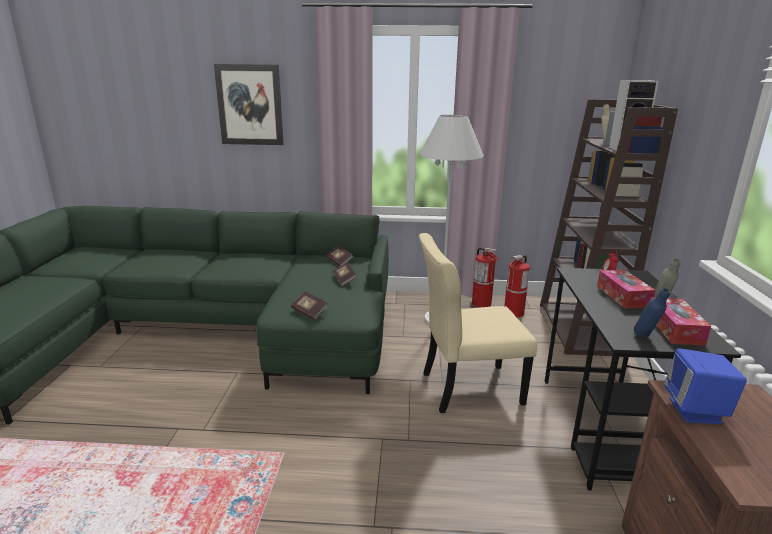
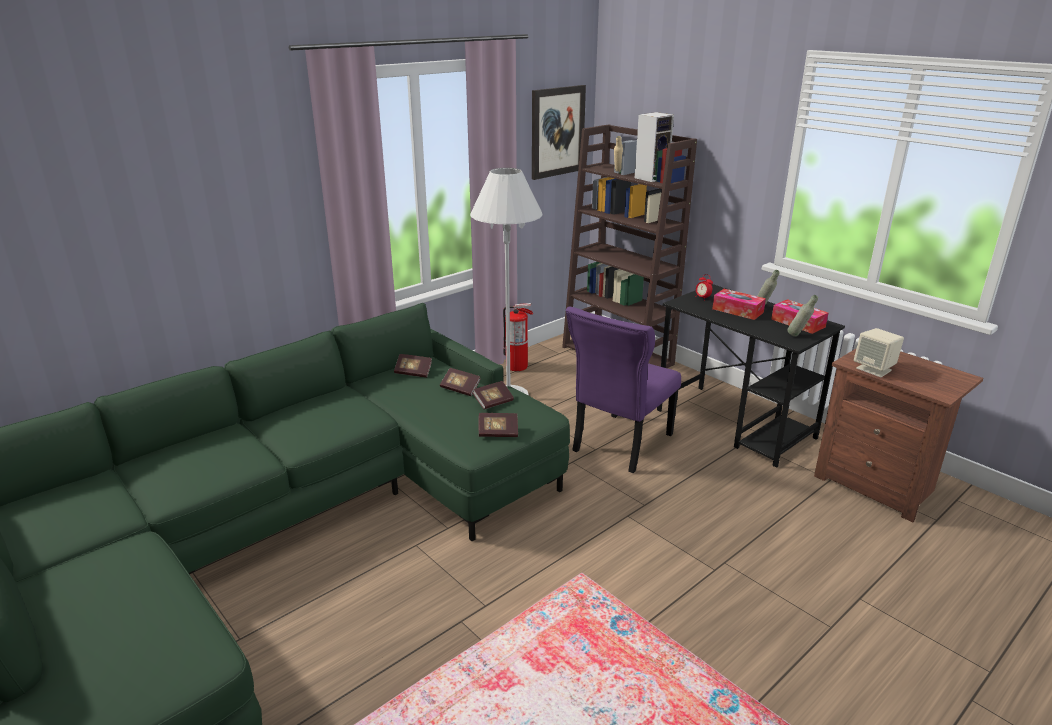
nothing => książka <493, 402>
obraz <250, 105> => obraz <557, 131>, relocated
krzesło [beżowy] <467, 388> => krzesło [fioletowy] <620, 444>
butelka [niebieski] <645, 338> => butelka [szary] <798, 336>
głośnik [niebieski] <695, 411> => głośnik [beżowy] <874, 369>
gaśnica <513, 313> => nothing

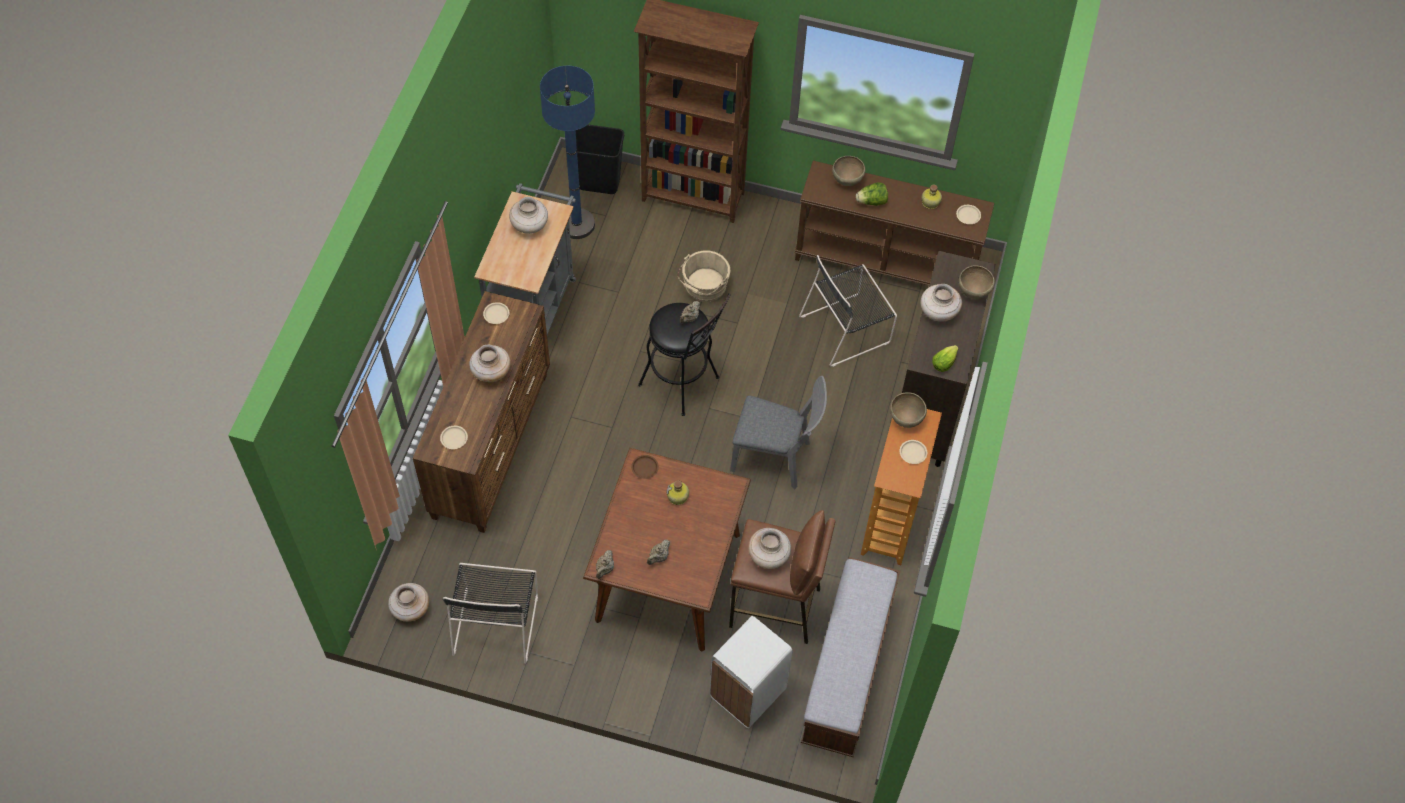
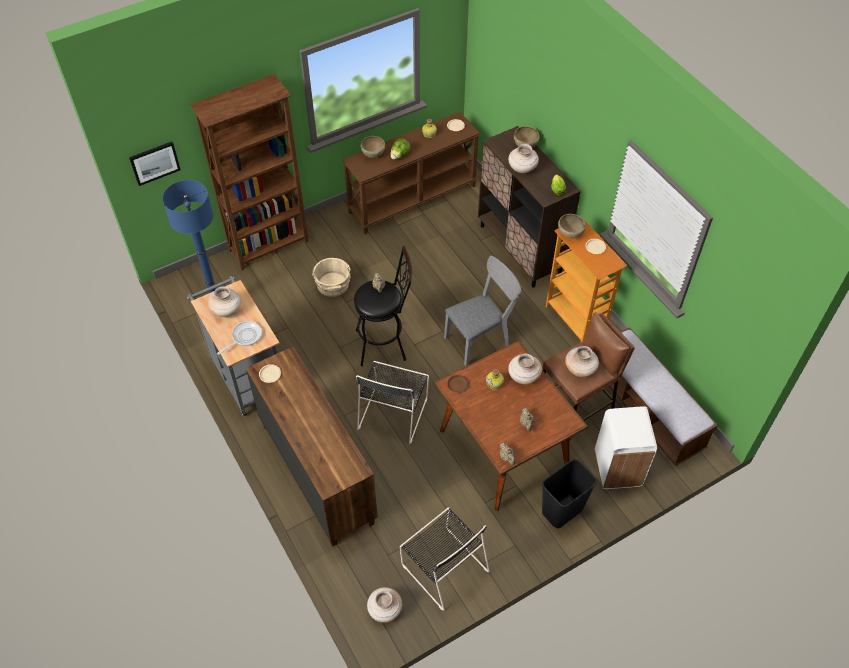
nothing => obraz <154, 162>
nothing => patelnia <244, 337>
krzesło [czarny] <847, 328> => krzesło [czarny] <393, 411>, relocated
wazon [beżowy] <491, 372> => wazon [beżowy] <523, 376>, relocated
kosz na śmieci [czarny] <598, 183> => kosz na śmieci [czarny] <562, 512>, relocated
talerz [beżowy] <454, 438> => nothing

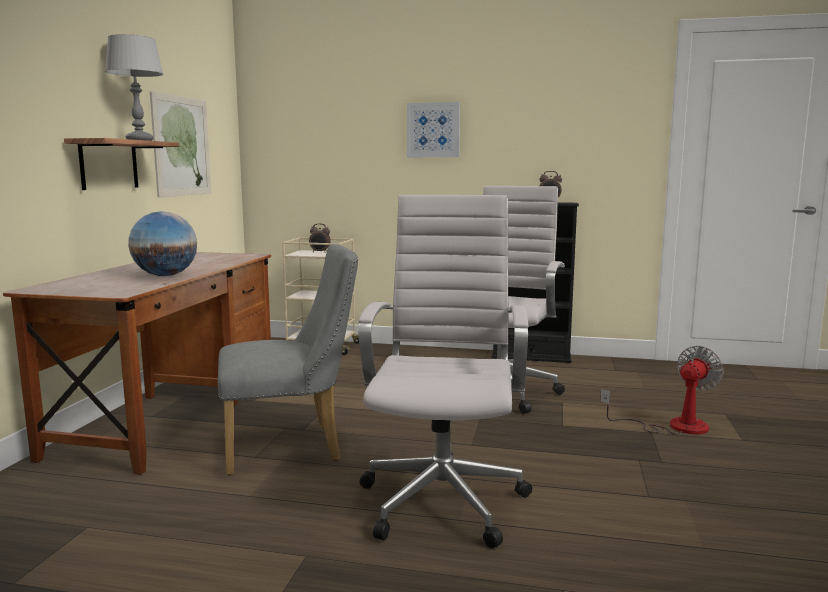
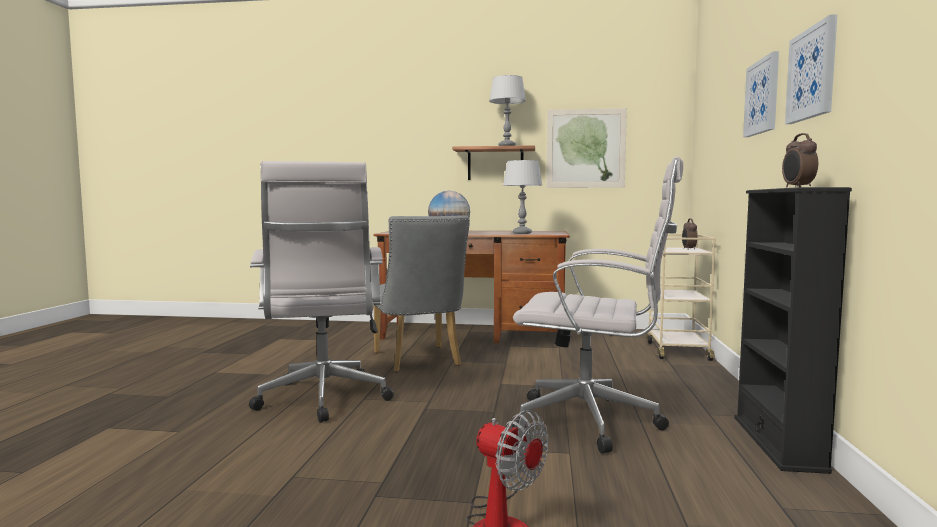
krzesło biurowe [biały] <443, 498> => krzesło biurowe [biały] <323, 400>, 75 degrees clockwise
nothing => lampa stołowa [szary] <522, 233>
nothing => obraz <812, 73>

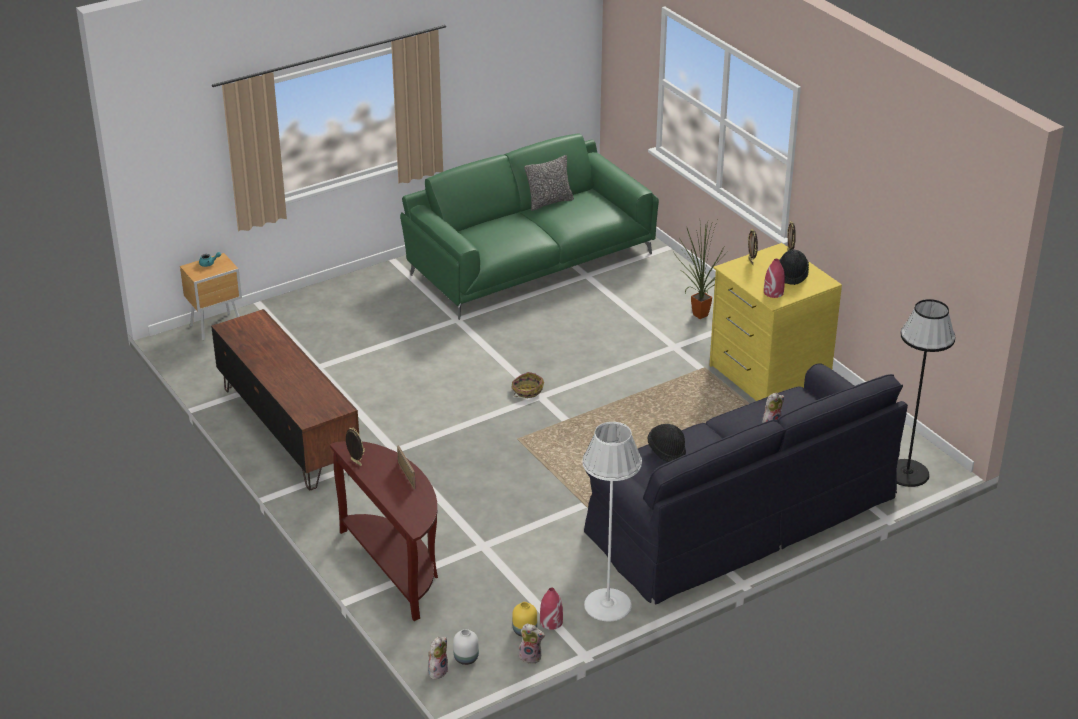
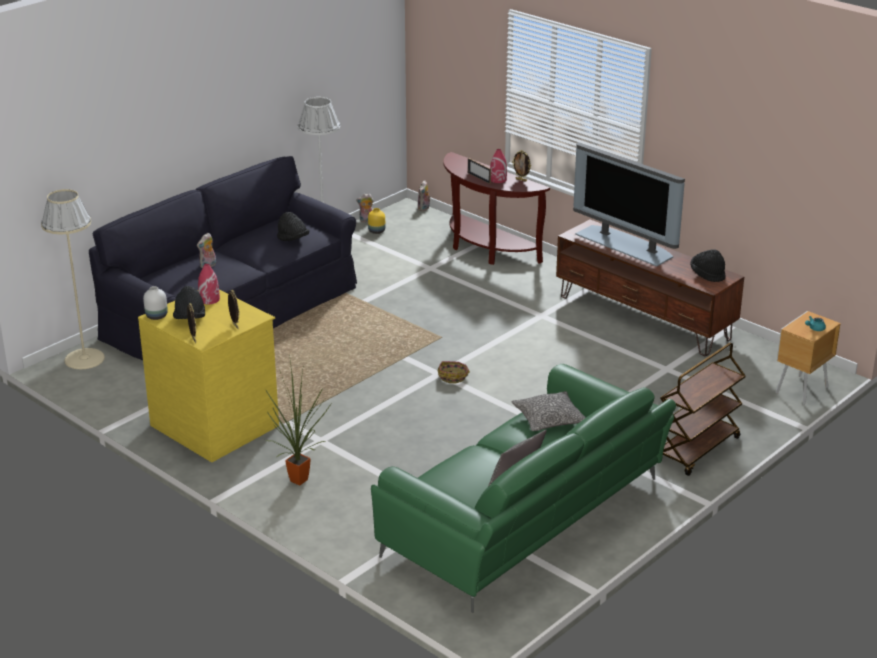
lampa stojąca [czarny] <907, 473> => lampa stojąca [beżowy] <84, 359>
wazon [biały] <466, 658> => wazon [biały] <157, 316>, relocated
wazon [czerwony] <551, 622> => wazon [czerwony] <498, 179>, relocated
nothing => poduszka <549, 419>
nothing => telewizor <625, 244>
nothing => wózek [brązowy] <697, 450>
nothing => kapelusz [czarny] <707, 275>

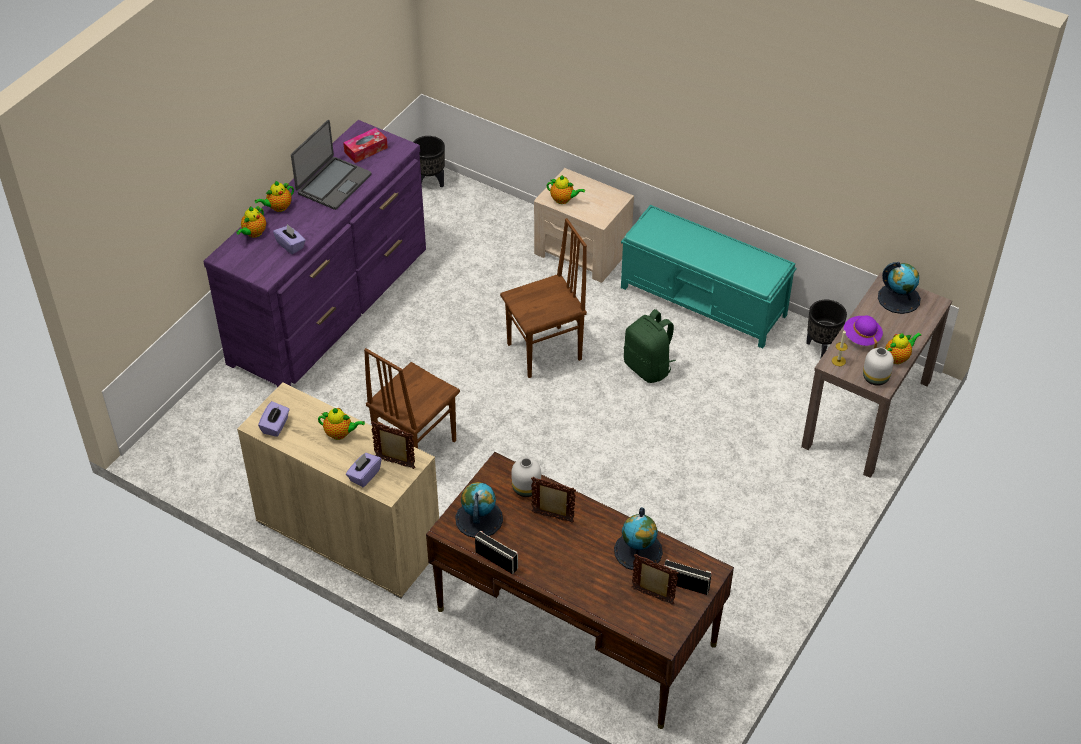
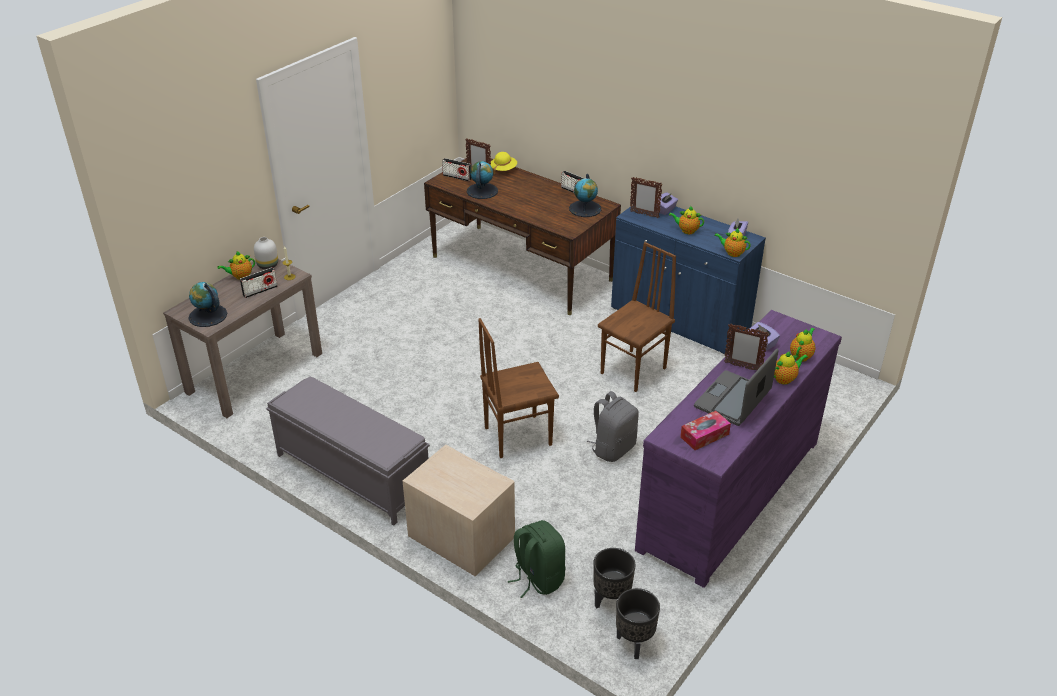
kapelusz [fioletowy] <861, 337> => radio <260, 291>
ławka [turkusowy] <704, 301> => ławka [szary] <351, 473>
nothing => kapelusz [żółty] <503, 169>
plecak [zielony] <648, 368> => plecak [zielony] <537, 578>, relocated
nothing => plecak [szary] <613, 448>
donica [czarny] <821, 348> => donica [czarny] <611, 601>, relocated
szafka [beżowy] <348, 536> => szafka [niebieski] <679, 320>
imbryk <563, 200> => imbryk <732, 253>, relocated
ramka na zdjęcie <553, 517> => ramka na zdjęcie <742, 367>, relocated
wazon [biały] <526, 488> => nothing

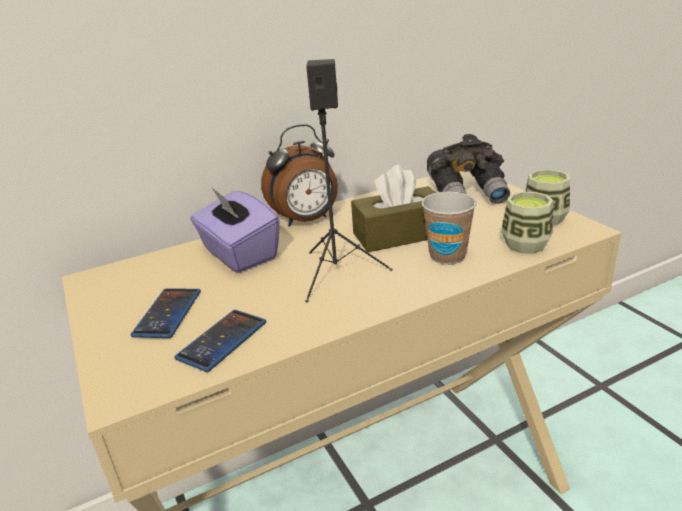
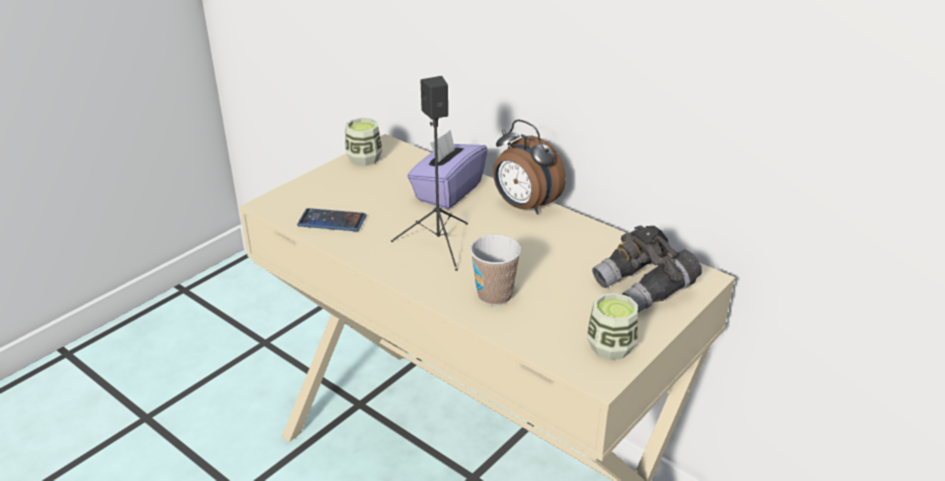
filiżanka <525, 244> => filiżanka <364, 158>, relocated
telefon <167, 313> => nothing
pudełko chusteczek [brązowy] <399, 234> => nothing

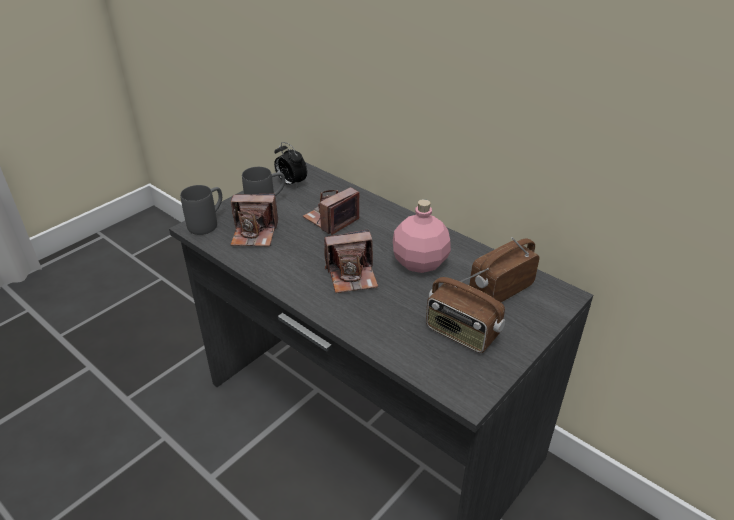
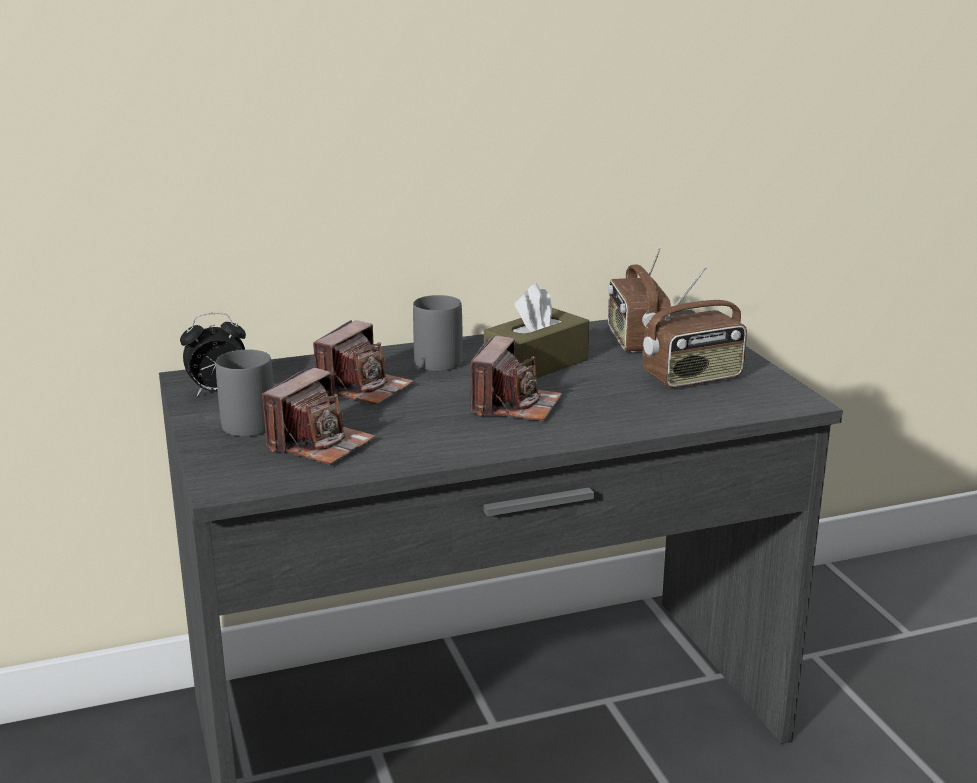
aparat fotograficzny <331, 220> => aparat fotograficzny <364, 388>, 135 degrees counterclockwise
kubek [szary] <208, 223> => kubek [szary] <434, 359>, relocated
butelka [różowy] <419, 263> => pudełko chusteczek [brązowy] <536, 365>

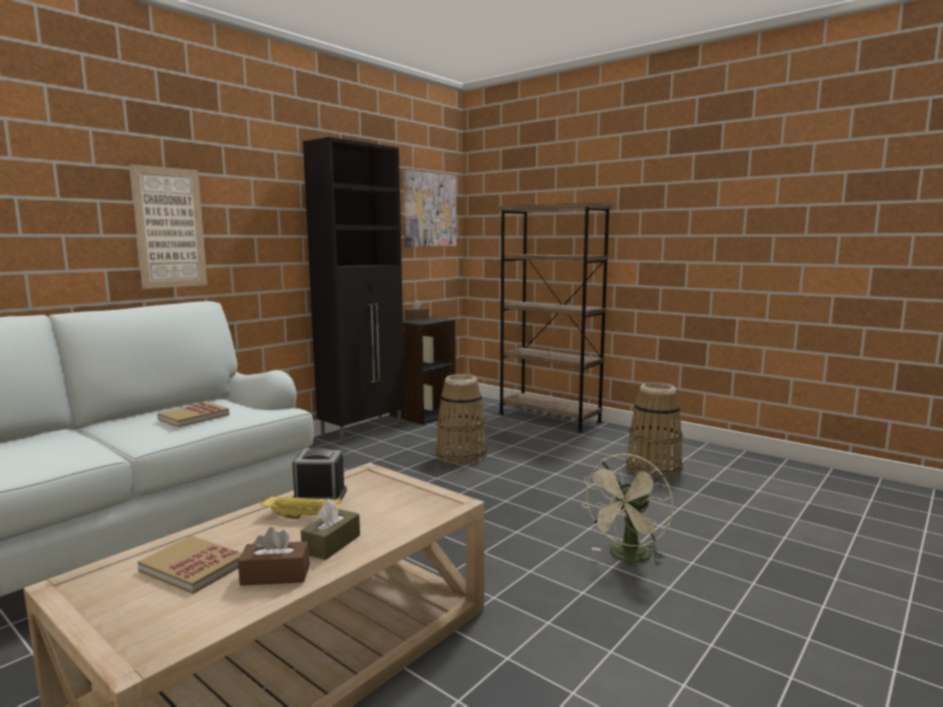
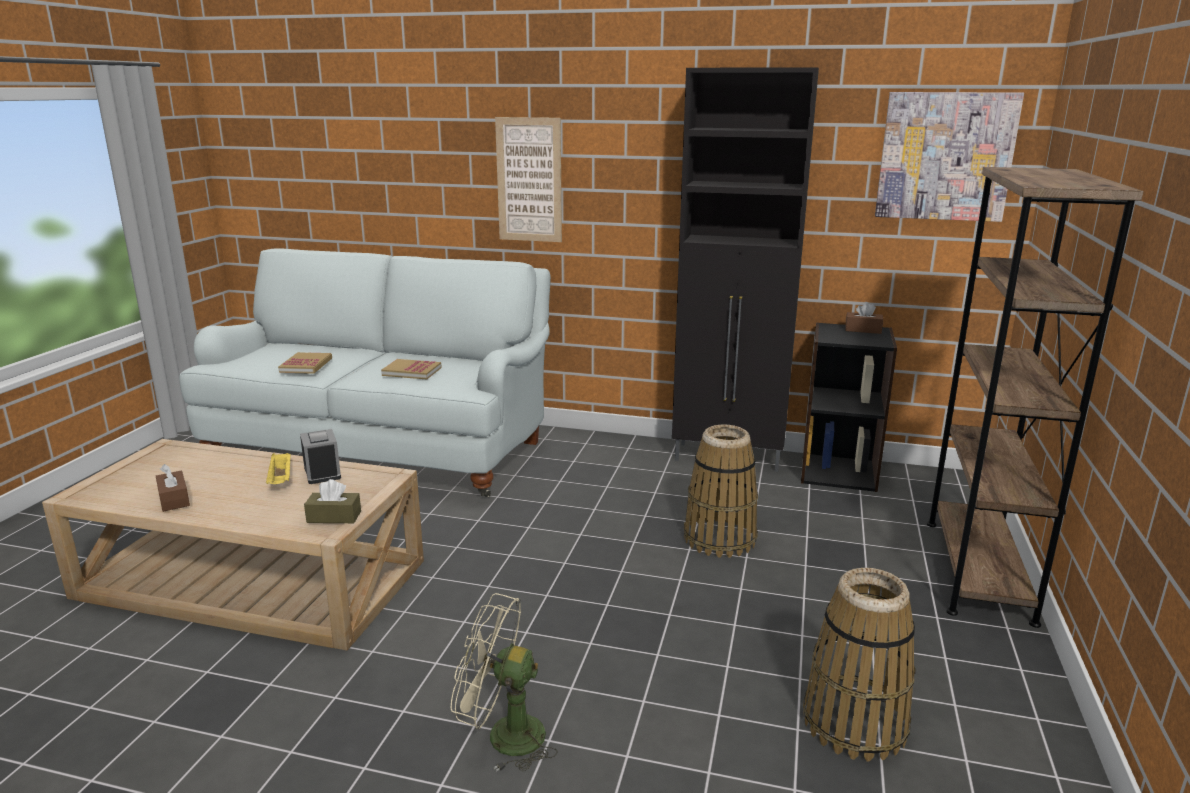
książka <193, 567> => książka <306, 365>, relocated
pudełko chusteczek [brązowy] <331, 544> => pudełko chusteczek [brązowy] <334, 517>, relocated

